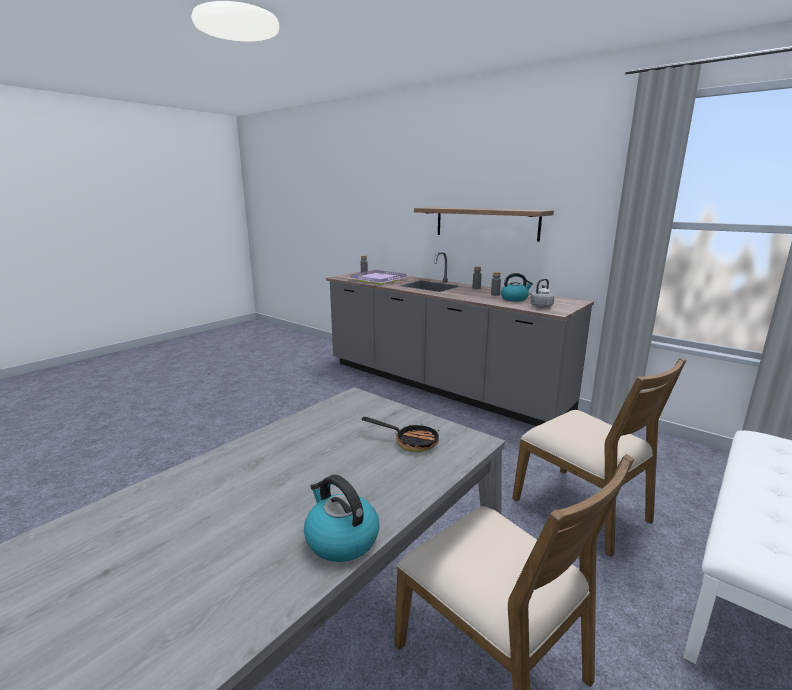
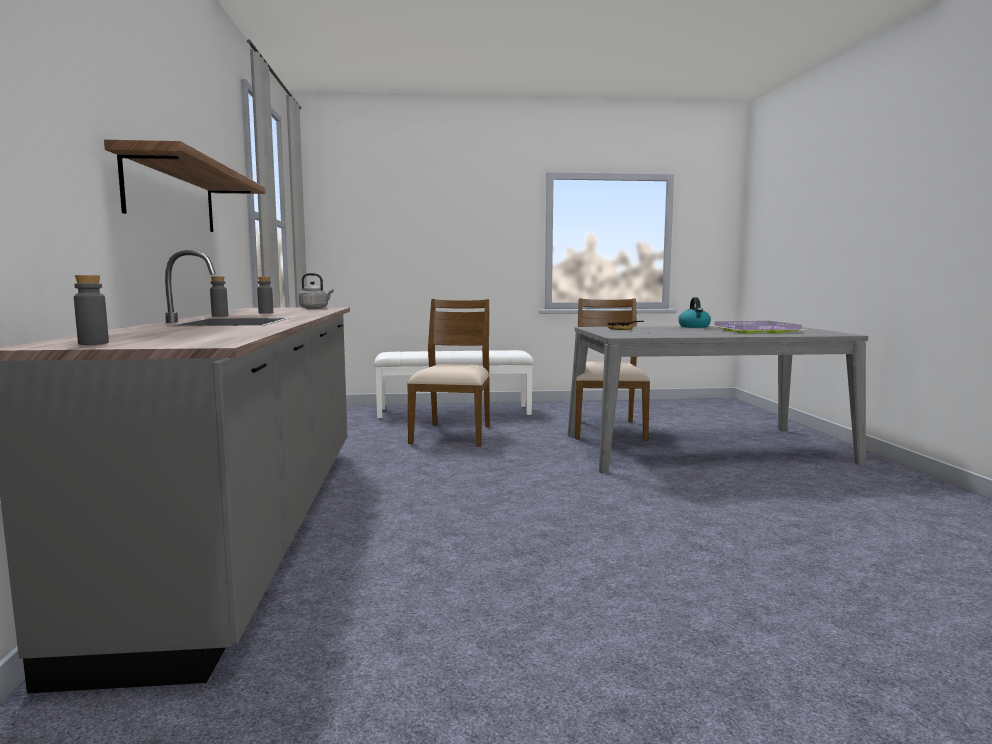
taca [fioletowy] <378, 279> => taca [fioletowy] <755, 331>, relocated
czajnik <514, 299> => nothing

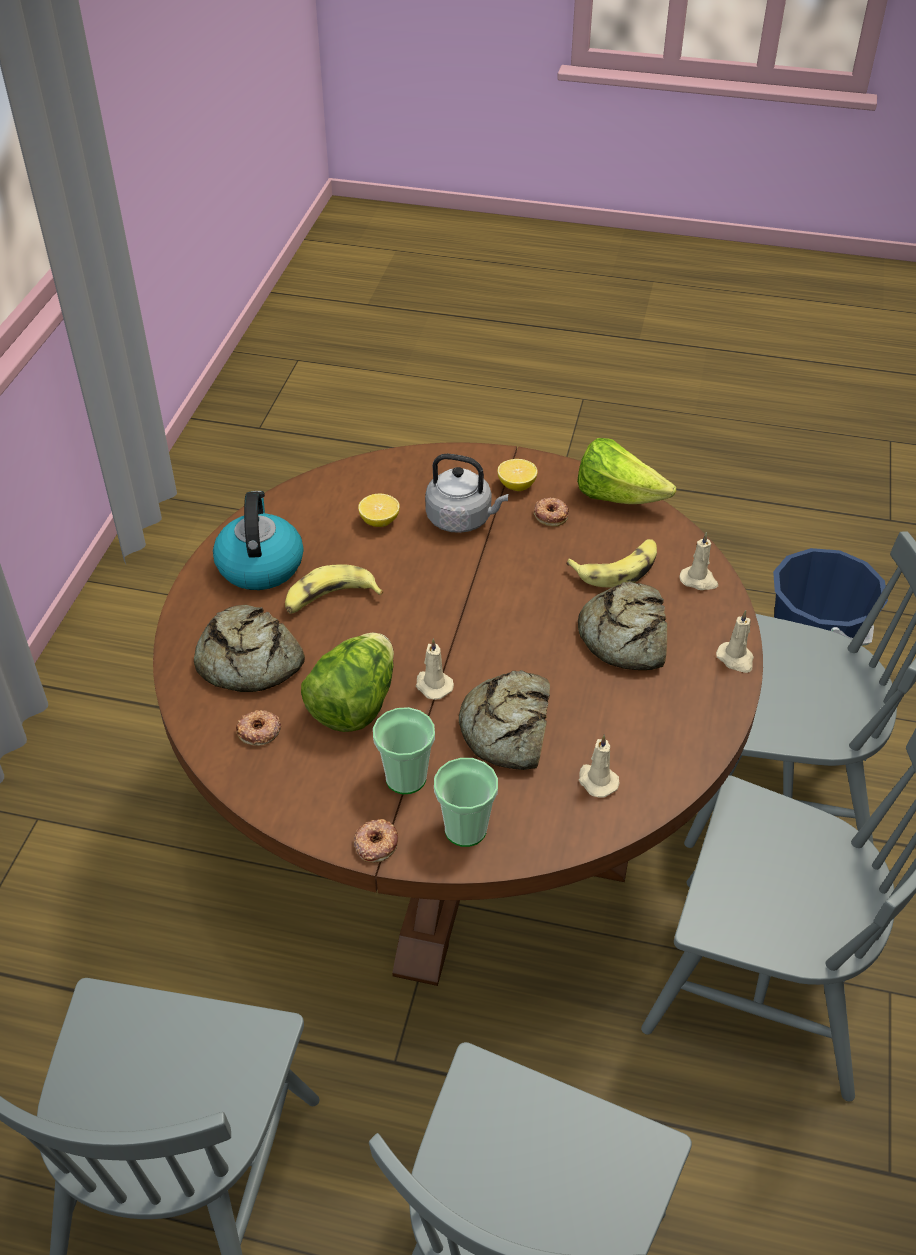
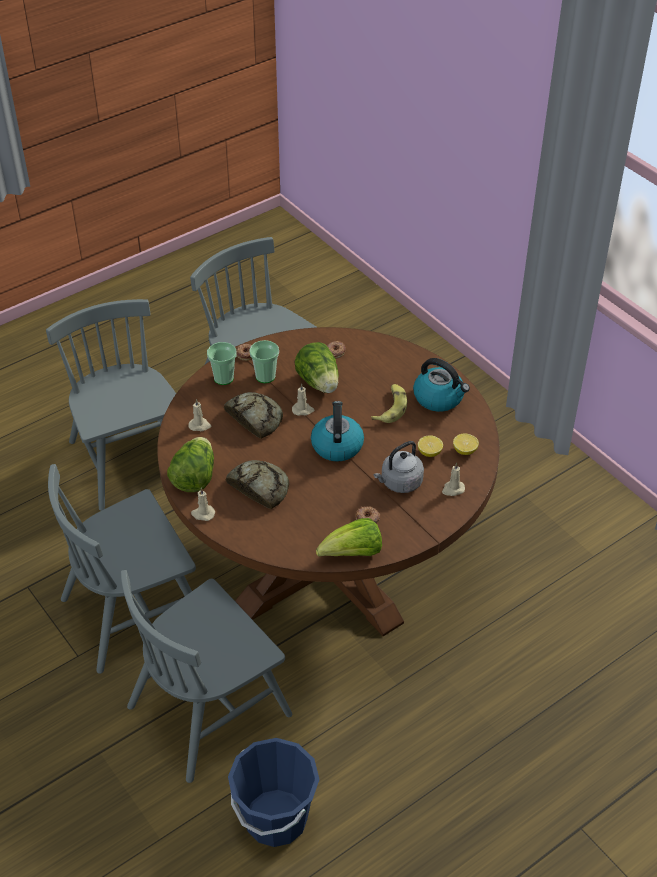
nothing => sałata <194, 477>
nothing => czajnik <337, 445>
świeca [beżowy] <699, 580> => świeca [beżowy] <452, 489>, relocated
cytryna <516, 485> => cytryna <464, 451>, relocated
chleb <247, 661> => nothing
banan <617, 568> => nothing

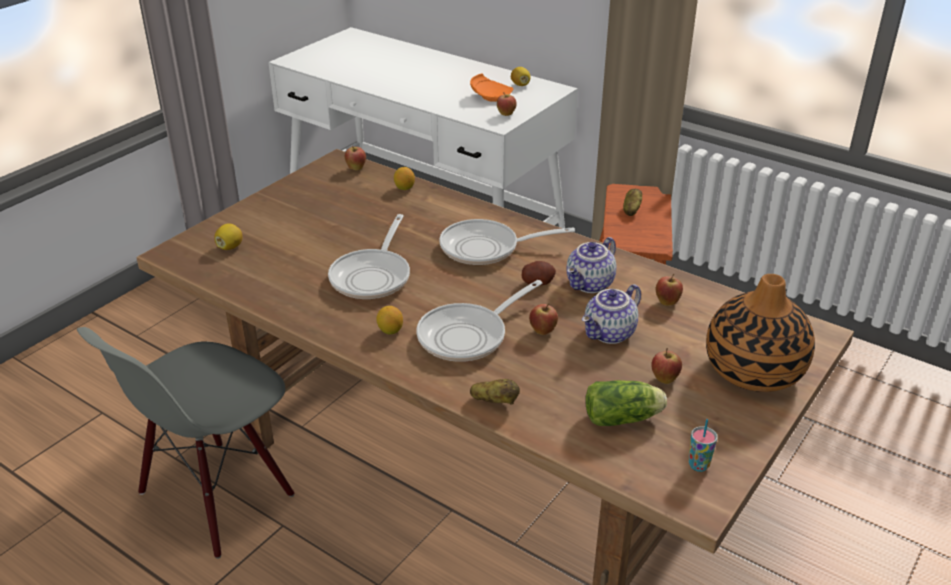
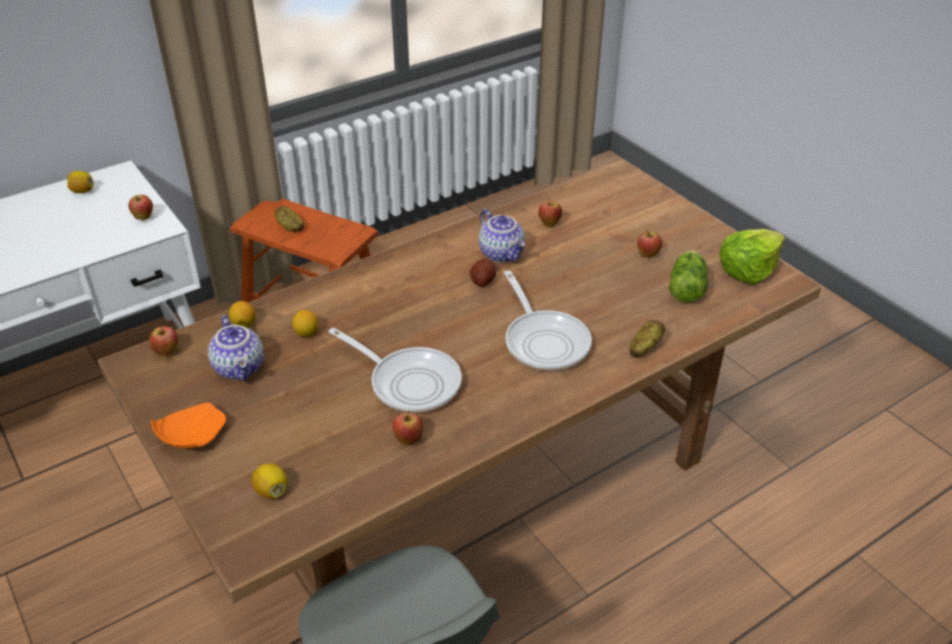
talerz [pomarańczowy] <490, 96> => talerz [pomarańczowy] <191, 436>, relocated
imbryk <610, 334> => imbryk <241, 368>, relocated
cytryna <390, 331> => cytryna <306, 333>, relocated
jabłko <543, 331> => jabłko <408, 440>, relocated
filiżanka <698, 465> => sałata <748, 270>
patelnia <486, 248> => nothing
wazon <753, 370> => nothing

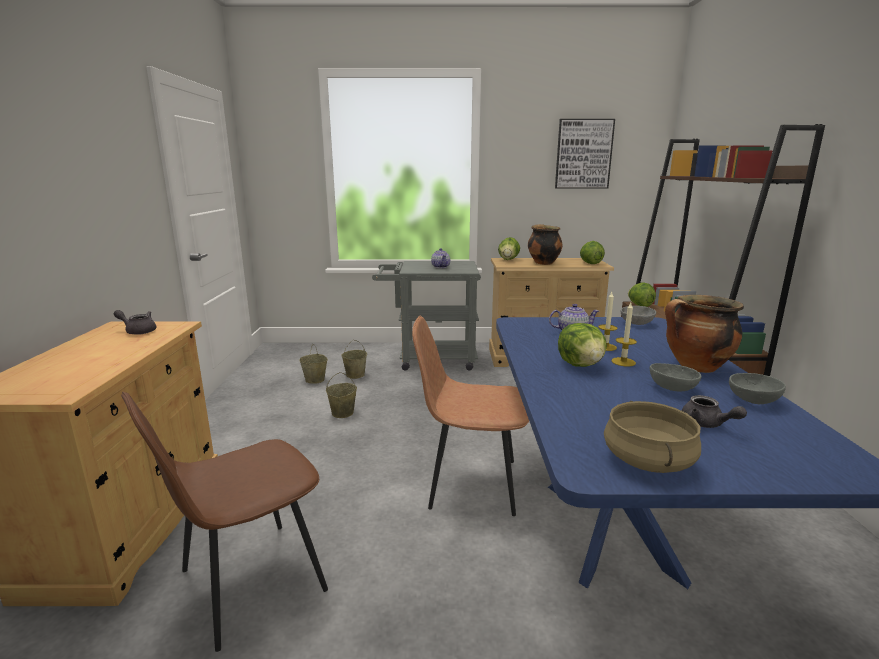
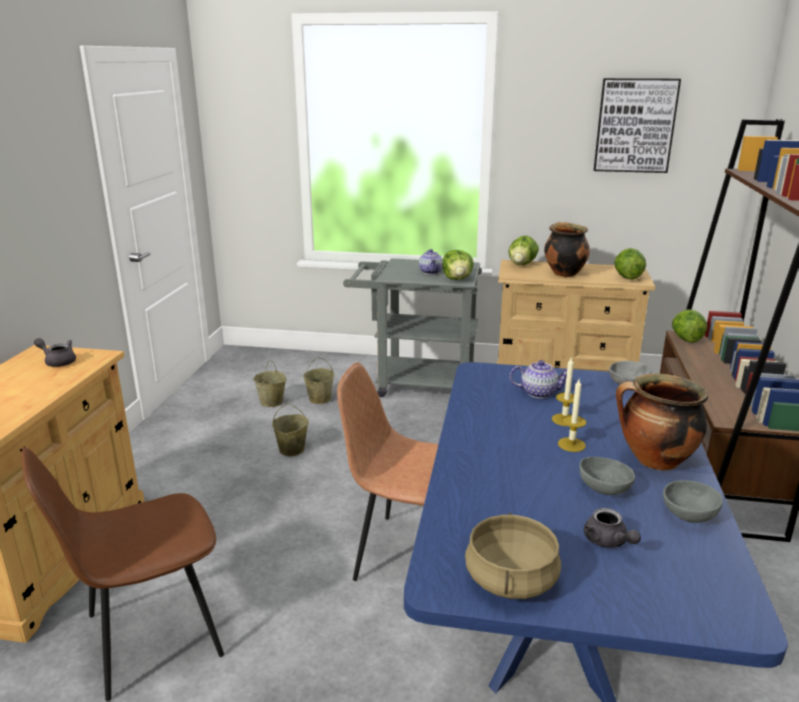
sałata <581, 365> => sałata <457, 279>, relocated

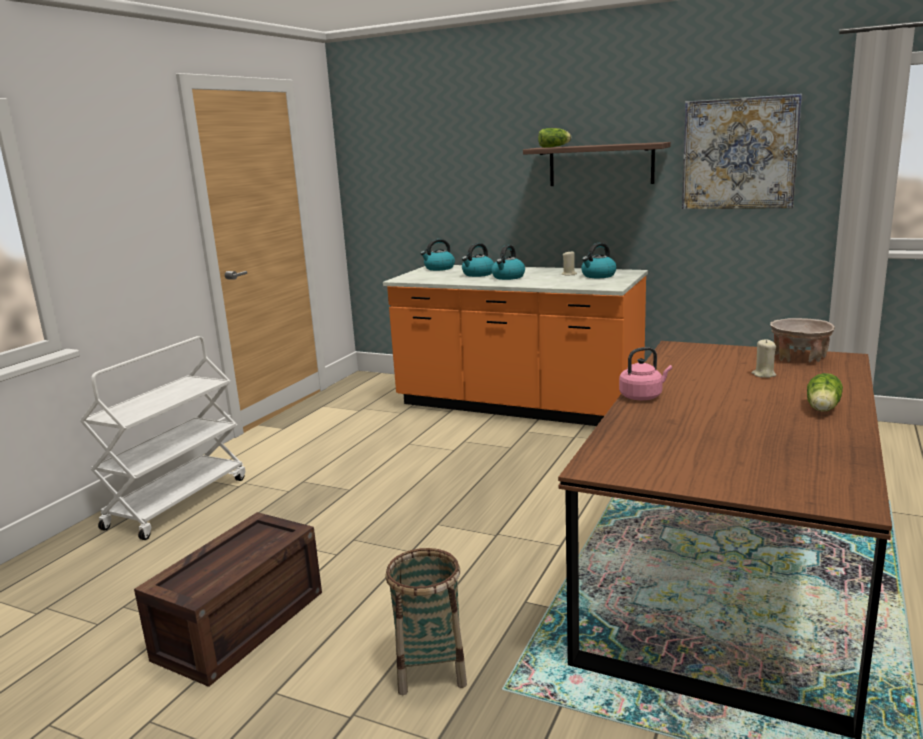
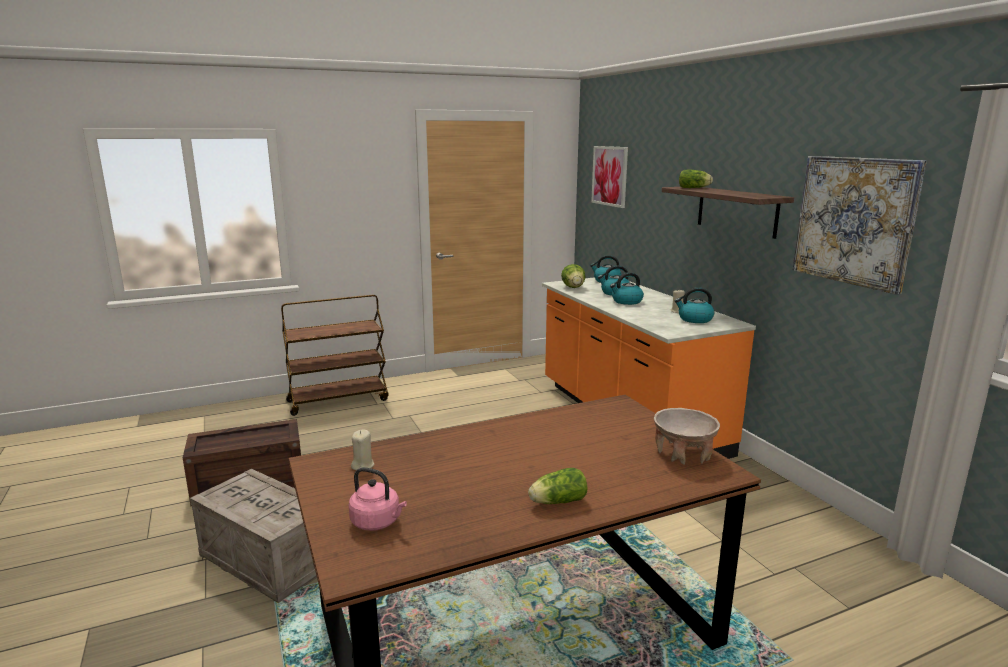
koszyk <430, 668> => skrzynka <269, 559>
wózek [biały] <177, 502> => wózek [brązowy] <338, 400>
czajnik [różowy] <642, 396> => czajnik [różowy] <378, 522>, relocated
świeca [beżowy] <763, 374> => świeca [beżowy] <363, 465>, relocated
nothing => sałata <573, 287>
nothing => obraz <610, 176>

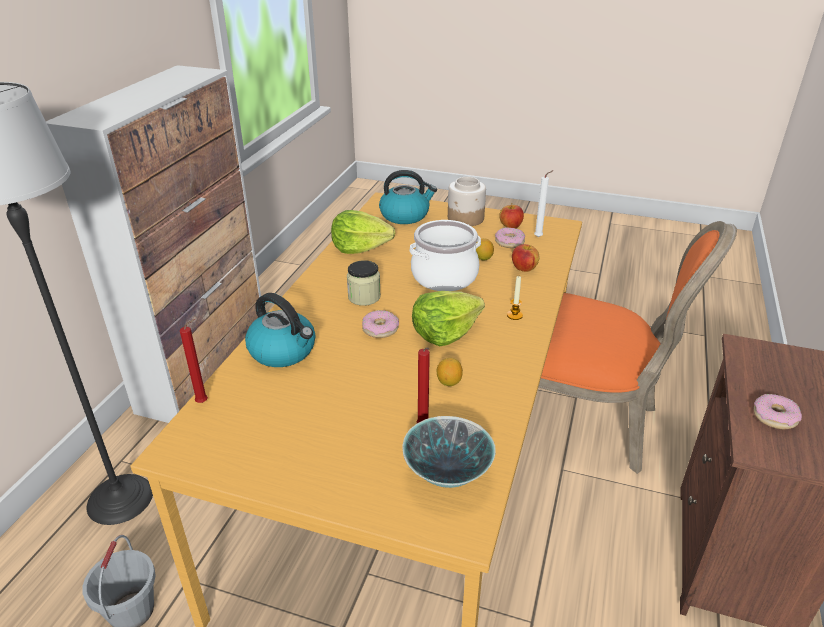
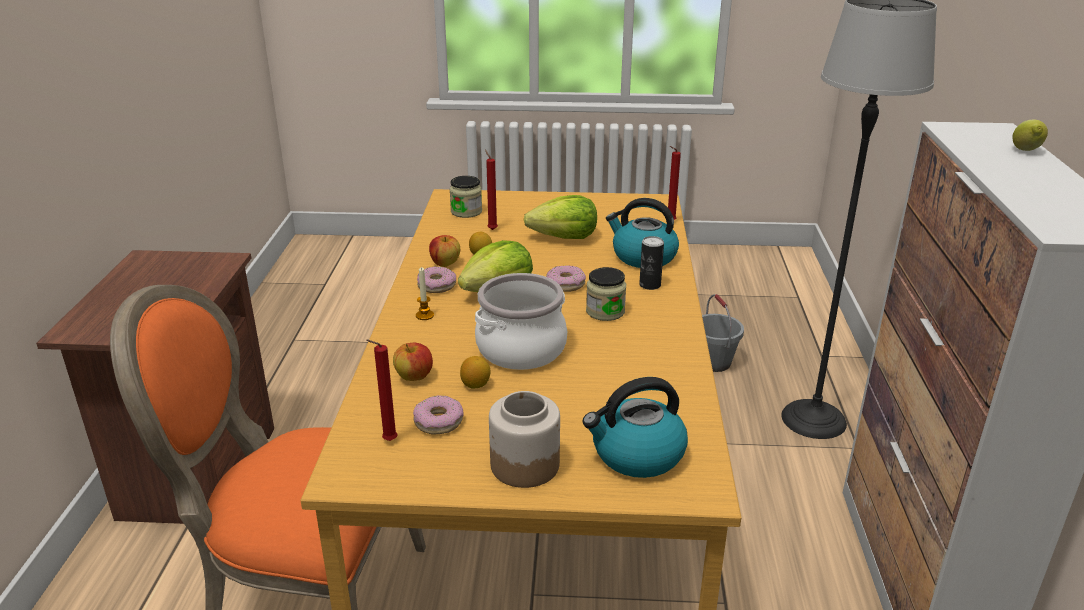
świeca [biały] <539, 237> => świeca [czerwony] <387, 441>
donut <774, 417> => donut <437, 285>, relocated
jabłko <510, 226> => jabłko <445, 263>, relocated
miska <447, 476> => słoik <466, 212>
sałata <360, 247> => sałata <564, 237>, relocated
nothing => puszka <650, 285>
nothing => cytryna <1026, 151>

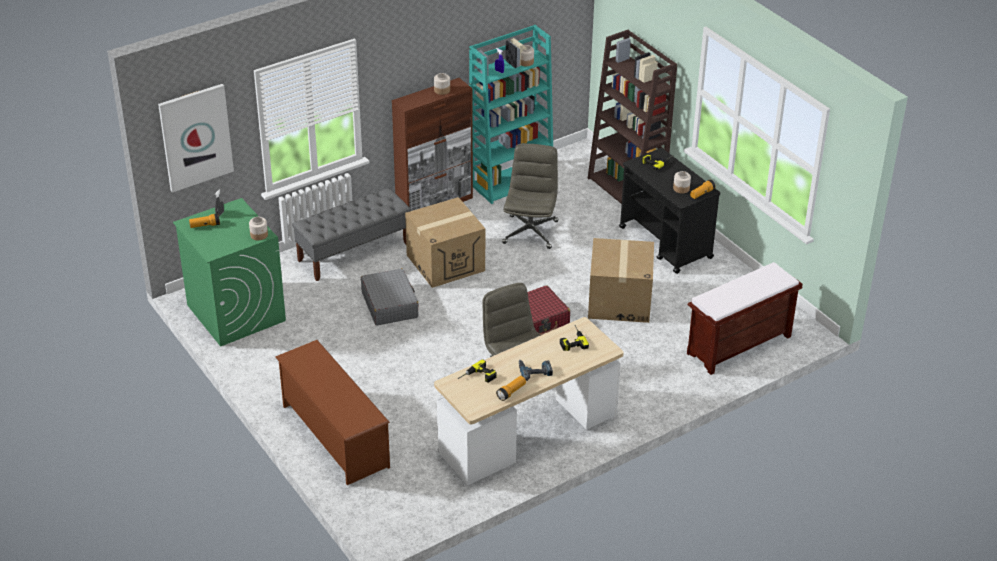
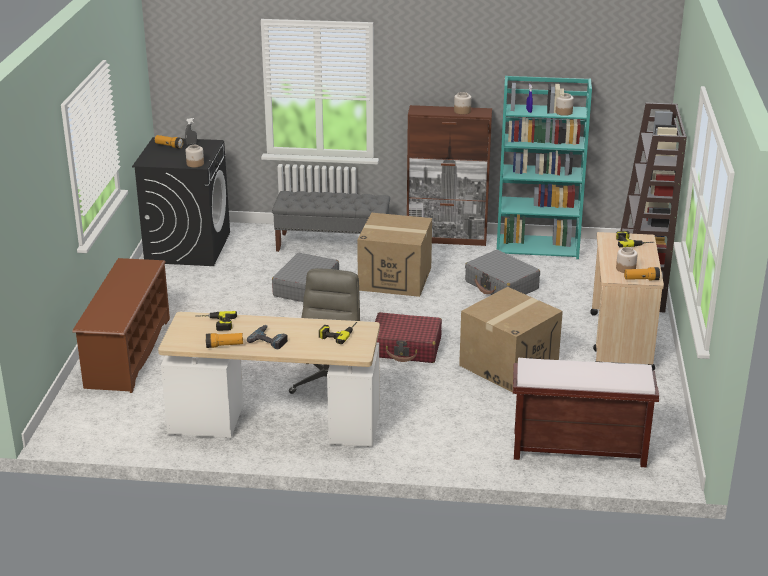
pralka [zielony] <235, 312> => pralka [czarny] <187, 247>
krzesło biurowe [szary] <530, 231> => walizka [szary] <501, 285>
wózek [czarny] <666, 243> => wózek [beżowy] <621, 341>
obraz <195, 137> => nothing

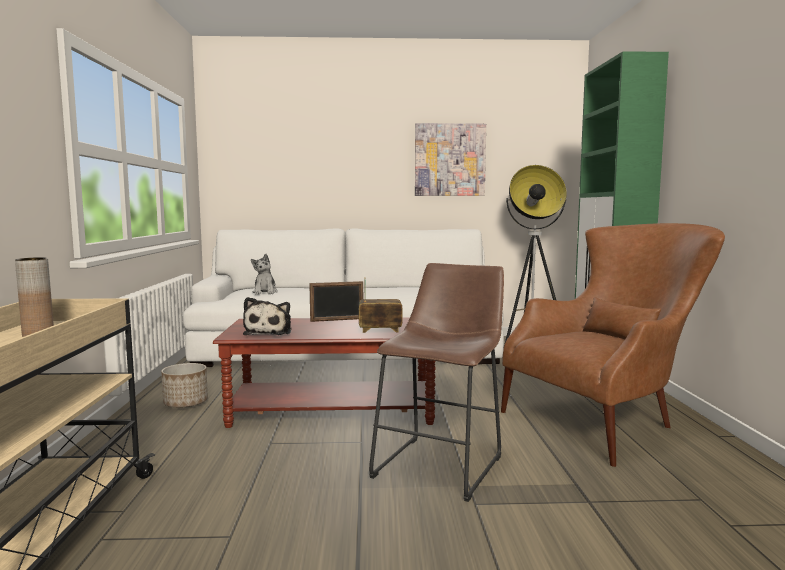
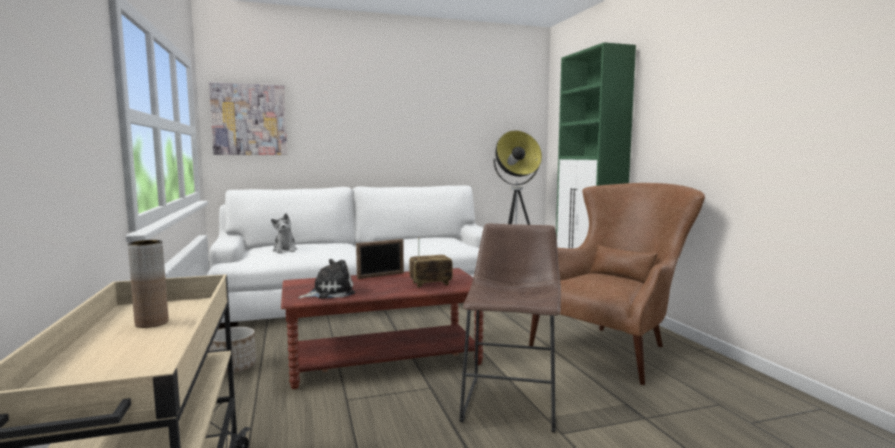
obraz <449, 160> => obraz <249, 119>, relocated
pluszak <269, 332> => pluszak <329, 293>, 105 degrees counterclockwise

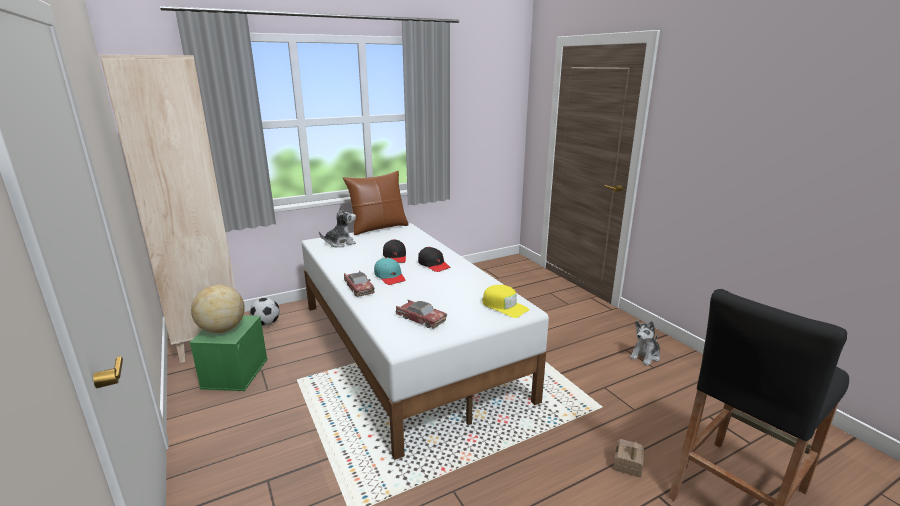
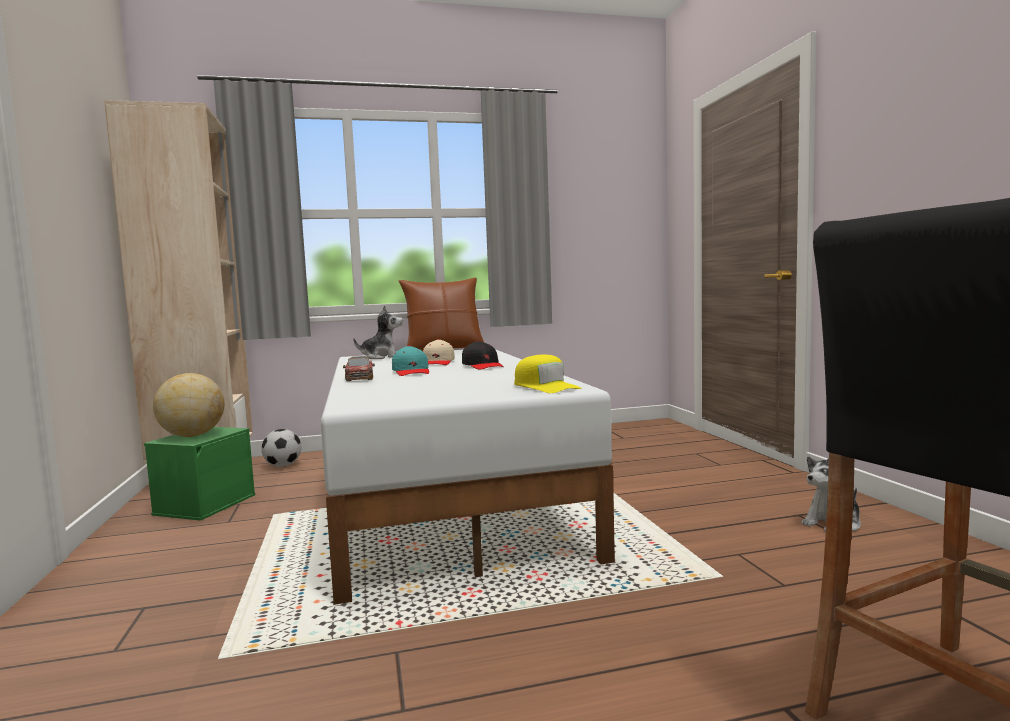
czapka z daszkiem [czarny] <395, 257> => czapka z daszkiem [beżowy] <438, 363>
samochodzik <421, 319> => nothing
domek <627, 464> => nothing

